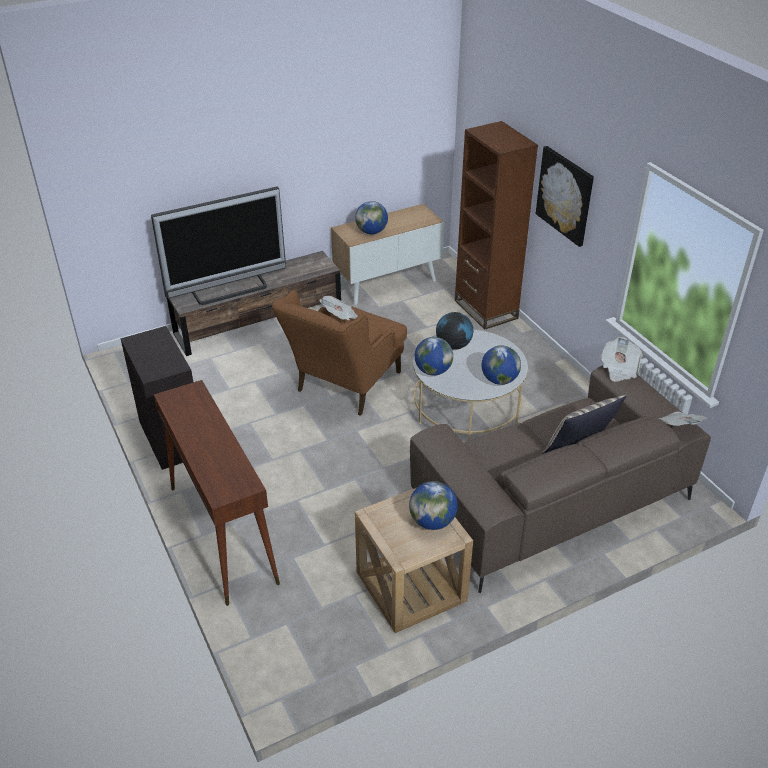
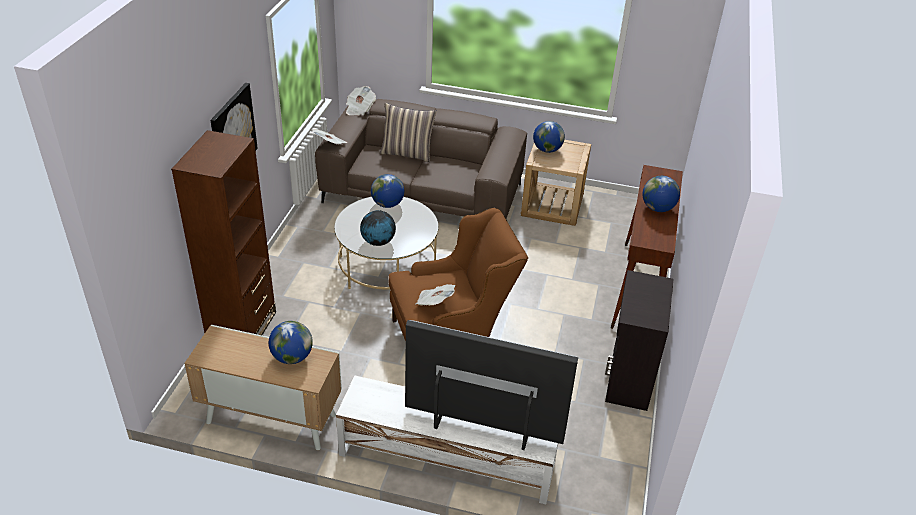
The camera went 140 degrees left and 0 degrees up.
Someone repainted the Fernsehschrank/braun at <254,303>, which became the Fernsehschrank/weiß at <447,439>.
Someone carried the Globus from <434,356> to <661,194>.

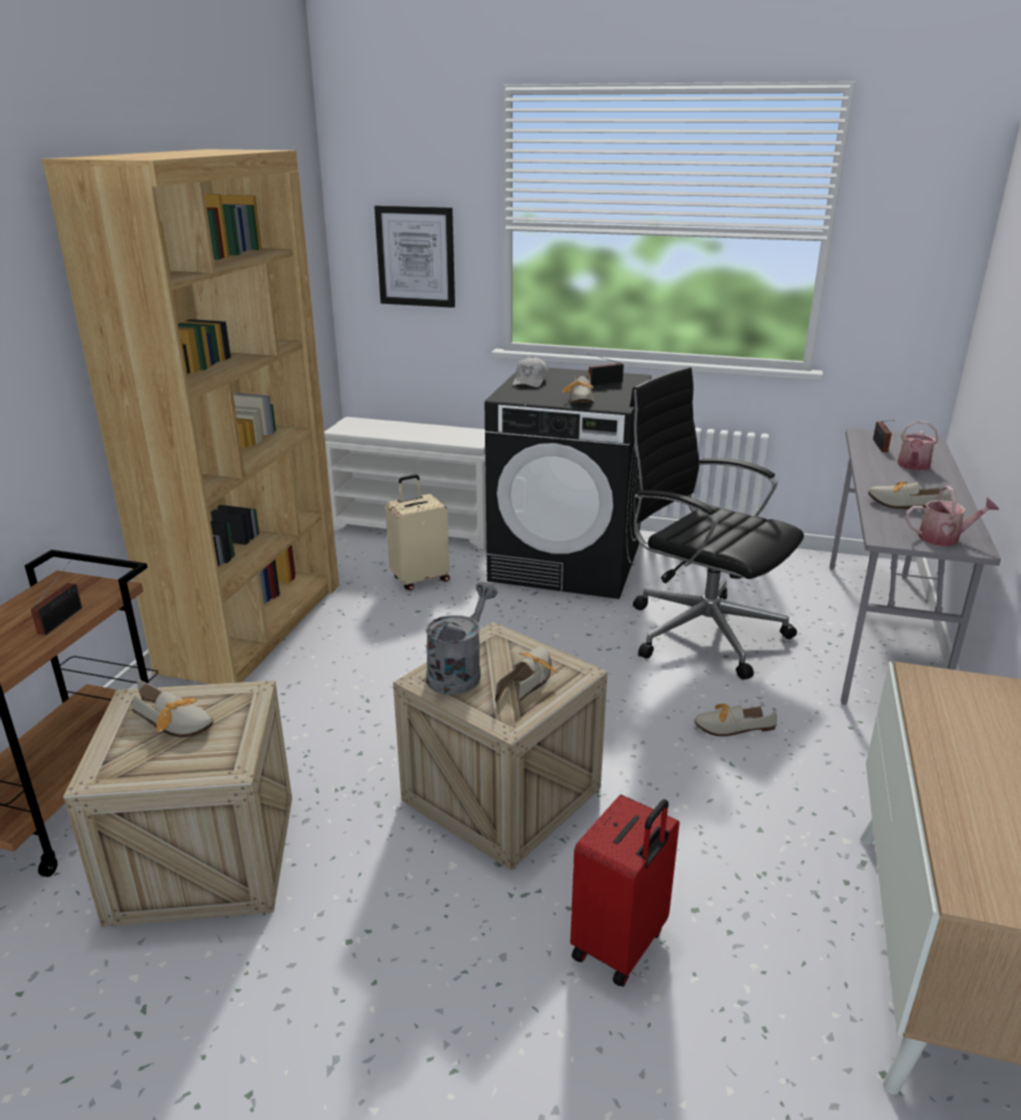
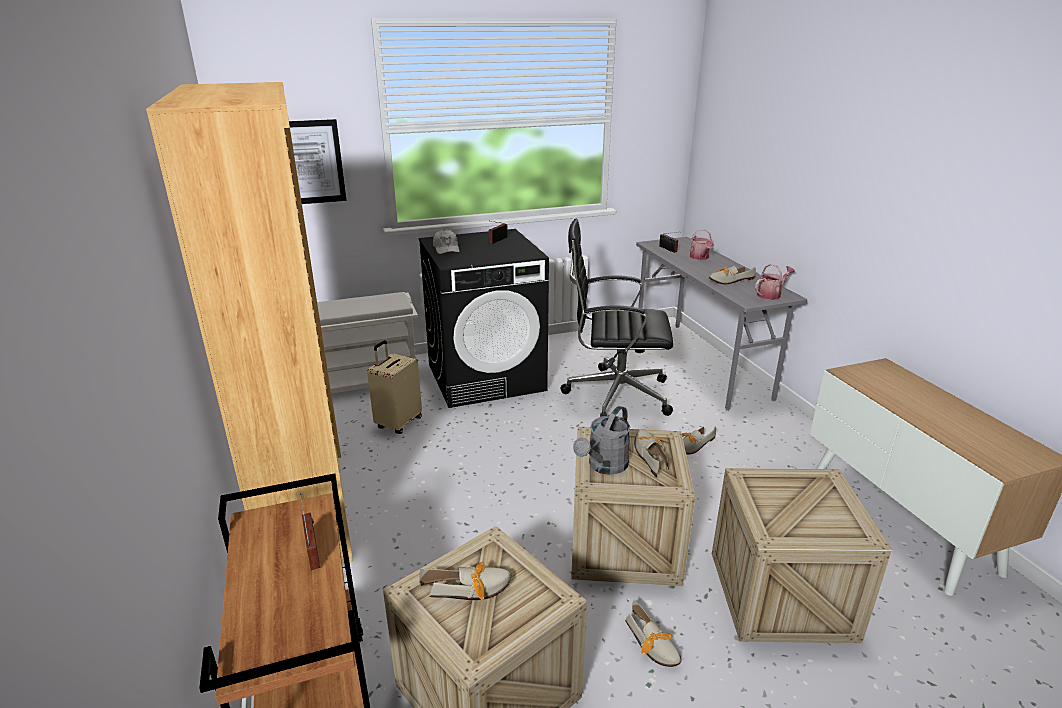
The camera went 35 degrees left and 0 degrees up.
Someone rotated the Gießkanne/grau at <461,638> by 135 degrees counterclockwise.
Someone carried the Schuh from <578,387> to <653,633>.
Someone swapped the Koffer/rot at <625,890> for the Kiste at <802,555>.

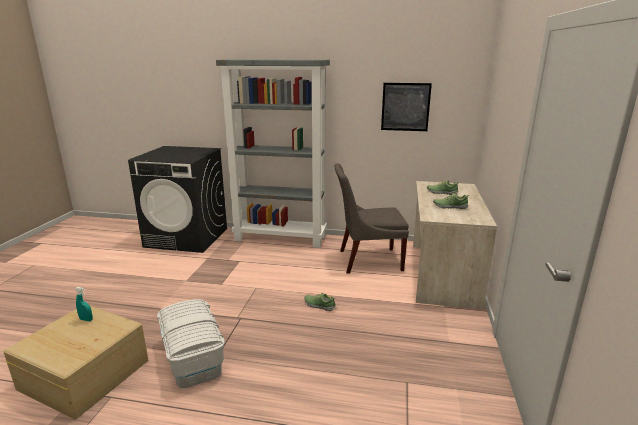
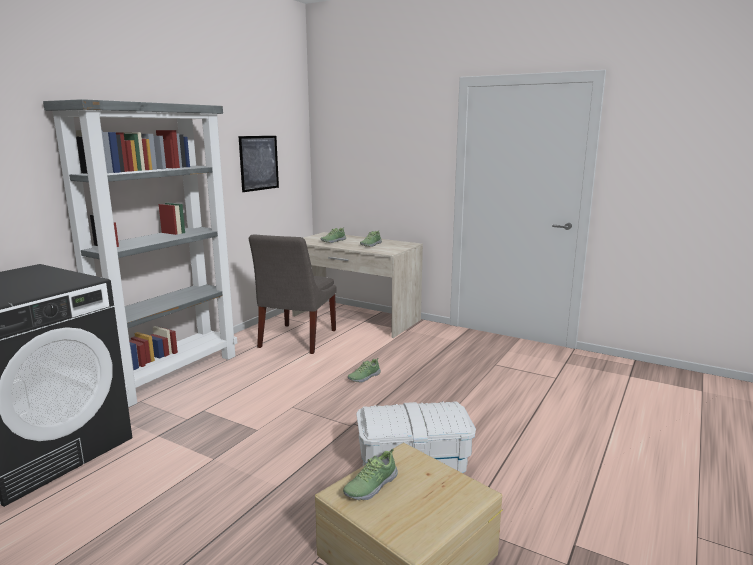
The camera went 70 degrees left and 5 degrees down.
Someone swapped the Sprühflasche/türkis at <84,304> for the Schuh at <370,474>.

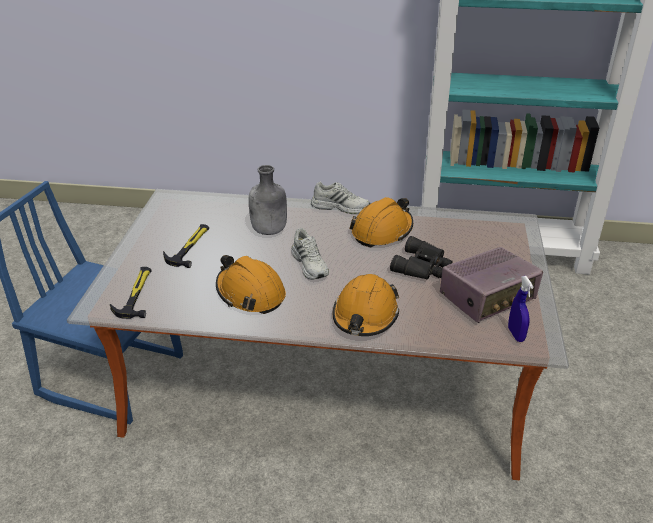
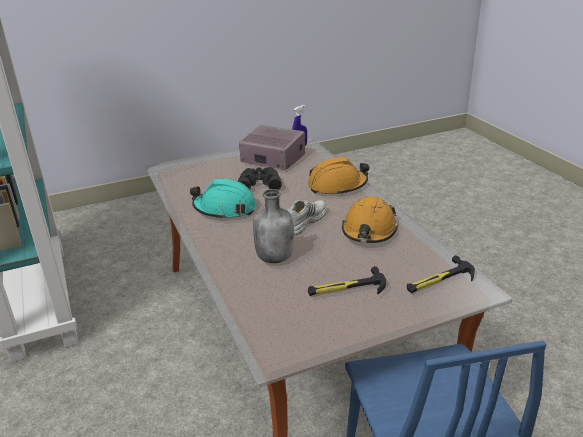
The camera went 120 degrees left and 5 degrees down.
Someone took away the Schuh/weiß at <340,198>.
Someone repainted the Schutzhelm/orange at <381,222>, which became the Schutzhelm/türkis at <223,199>.

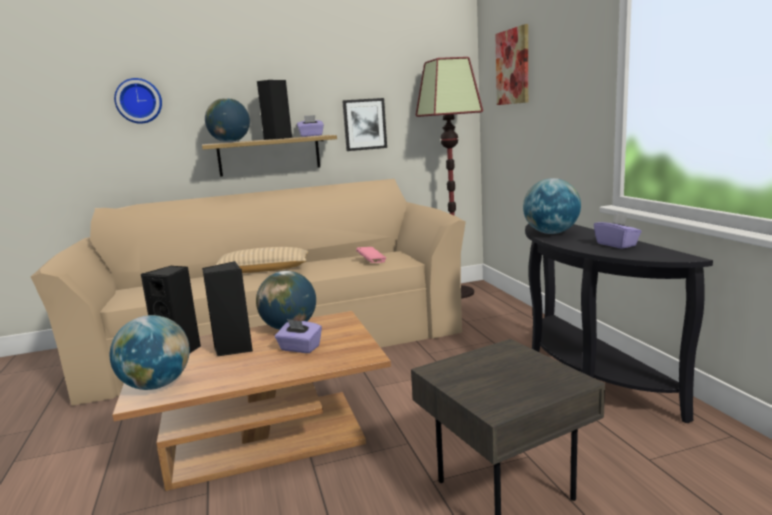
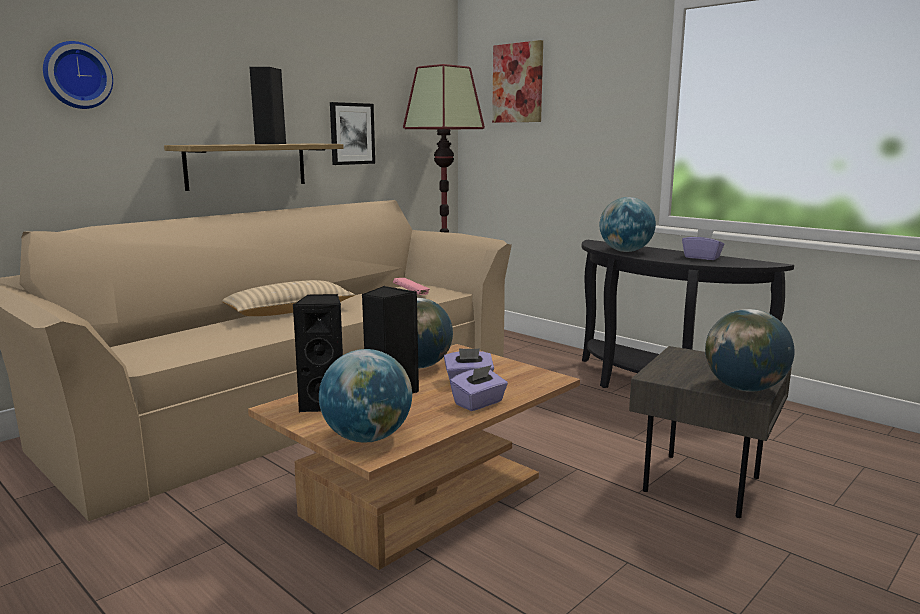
The camera went 30 degrees left and 0 degrees up.
Someone carried the Globus from <227,120> to <750,350>.
Someone carried the Taschentuchbox/lila from <310,126> to <479,388>.

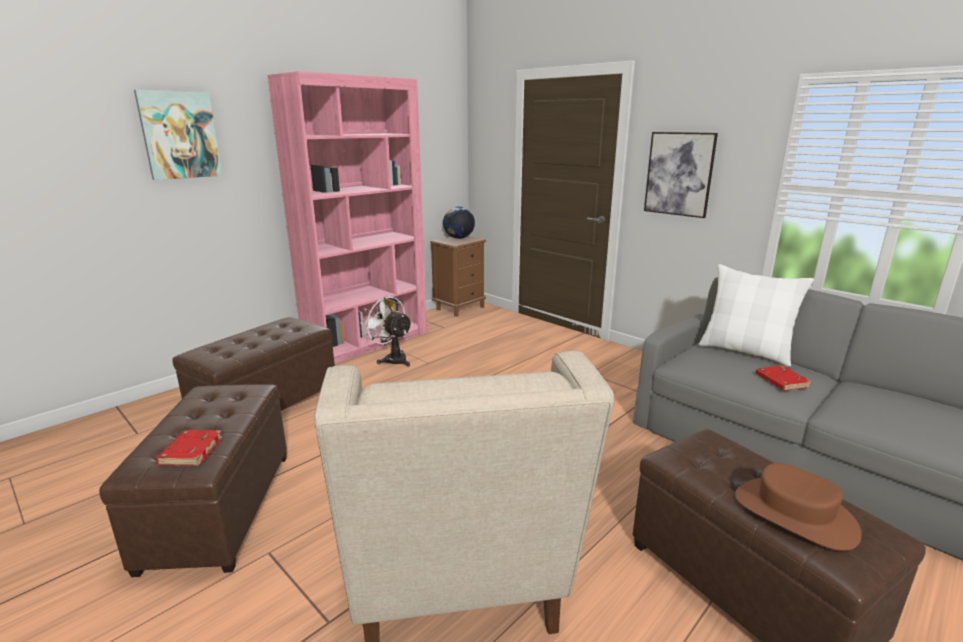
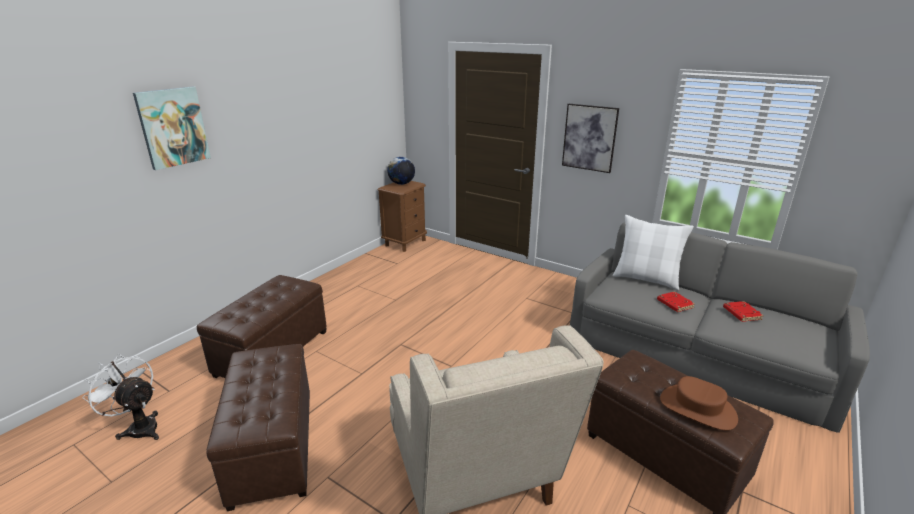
The camera went 10 degrees left and 5 degrees up.
Someone carried the Buch/rot from <189,448> to <743,311>.
Someone took away the Bücherregal/rosa at <347,217>.
Someone carried the Ventilator/weiß from <386,331> to <120,397>.

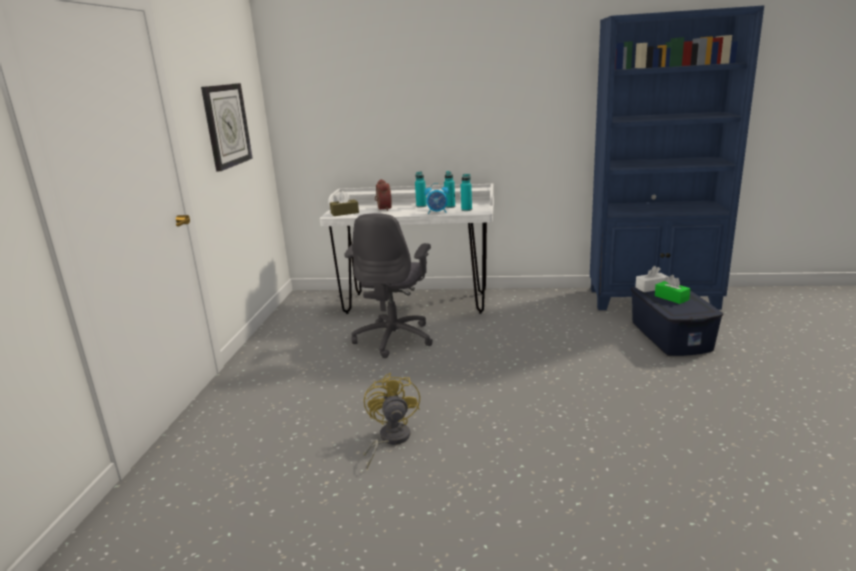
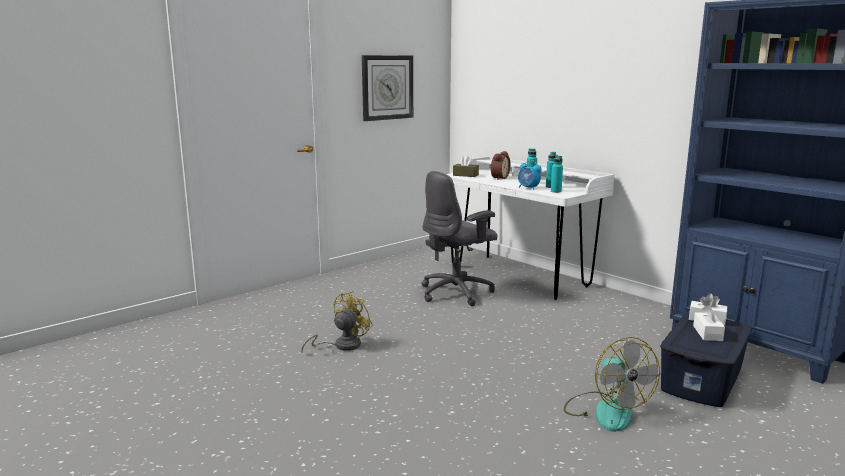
The camera went 40 degrees right and 5 degrees down.
Someone repainted the Taschentuchbox/grün at <672,289>, which became the Taschentuchbox/weiß at <709,323>.
Someone put down the Ventilator at <612,384>.

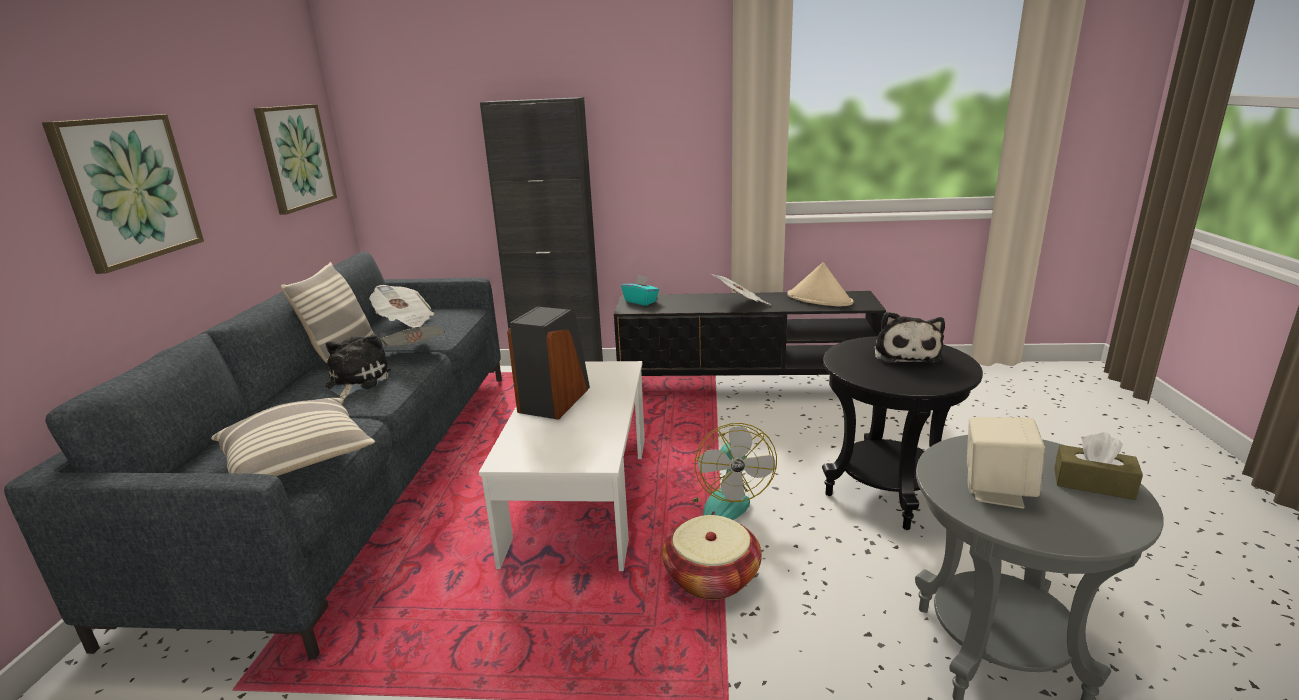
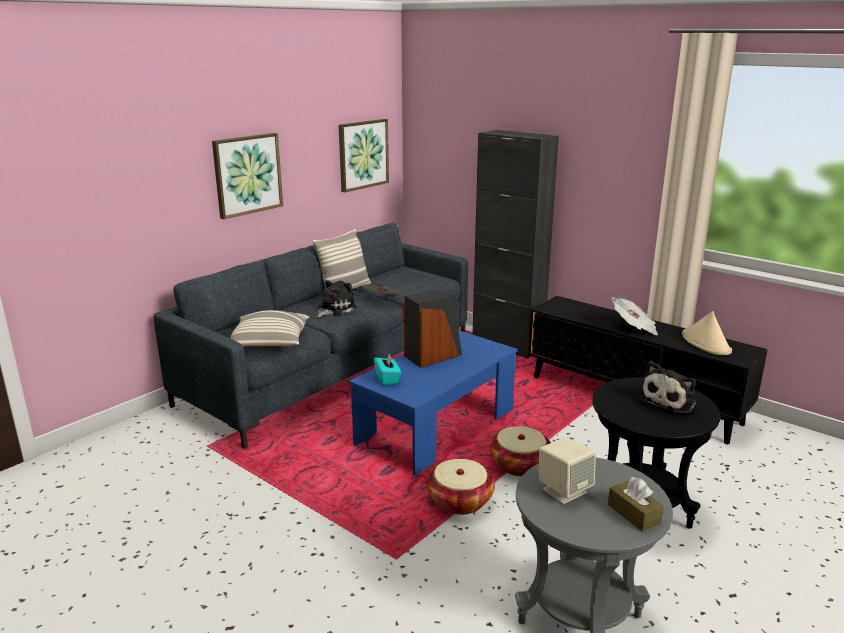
The camera went 35 degrees right and 0 degrees up.
Someone took away the Zeitung at <402,306>.
Someone repainted the Couchtisch/weiß at <562,466>, which became the Couchtisch/blau at <433,402>.
Someone carried the Taschentuchbox/türkis from <640,290> to <387,369>.
Someone swapped the Ventilator at <734,471> for the Korb at <520,451>.

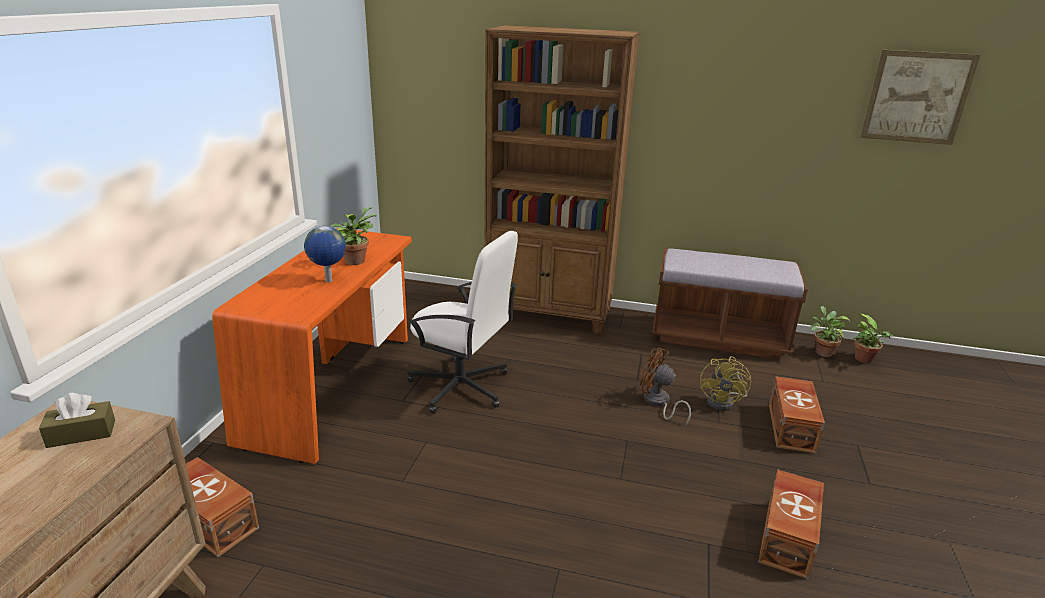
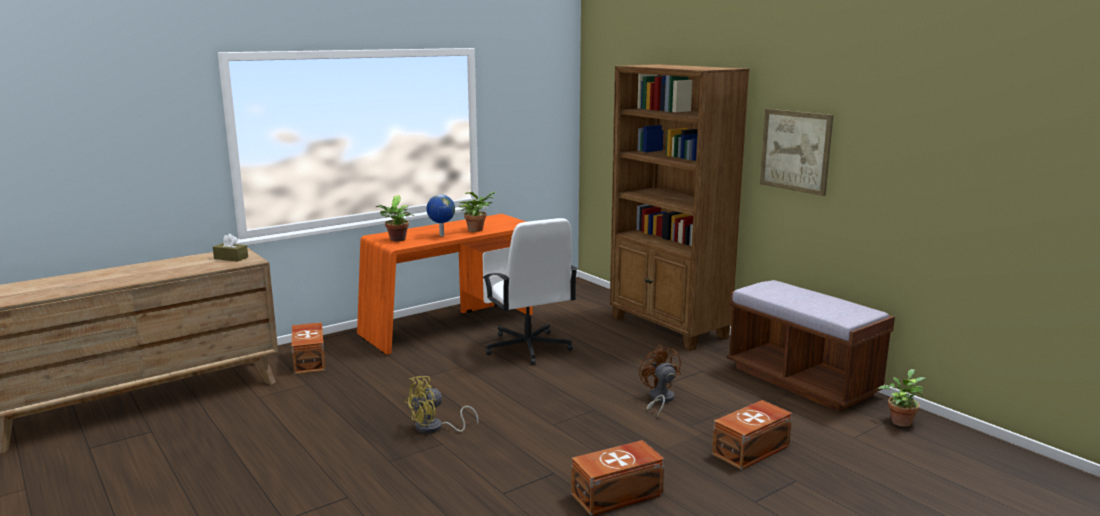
The camera went 40 degrees right and 10 degrees down.
Someone carried the Ventilator/gelb from <725,383> to <441,405>.
Someone carried the Topfpflanze from <874,338> to <395,218>.
Someone carried the Bild from <920,97> to <796,152>.

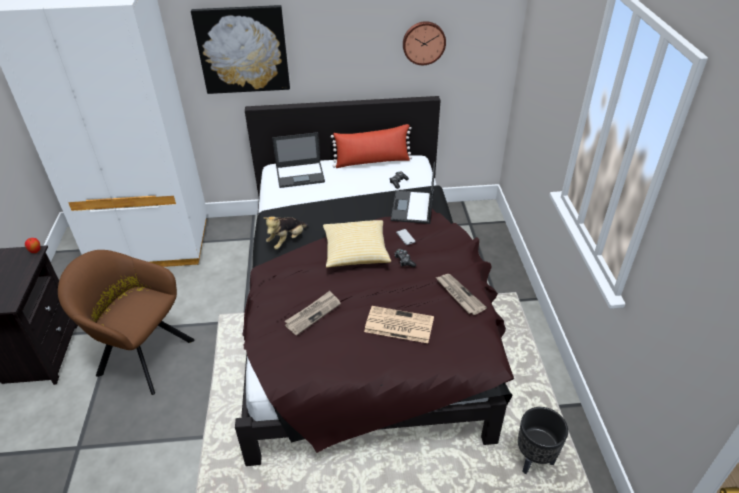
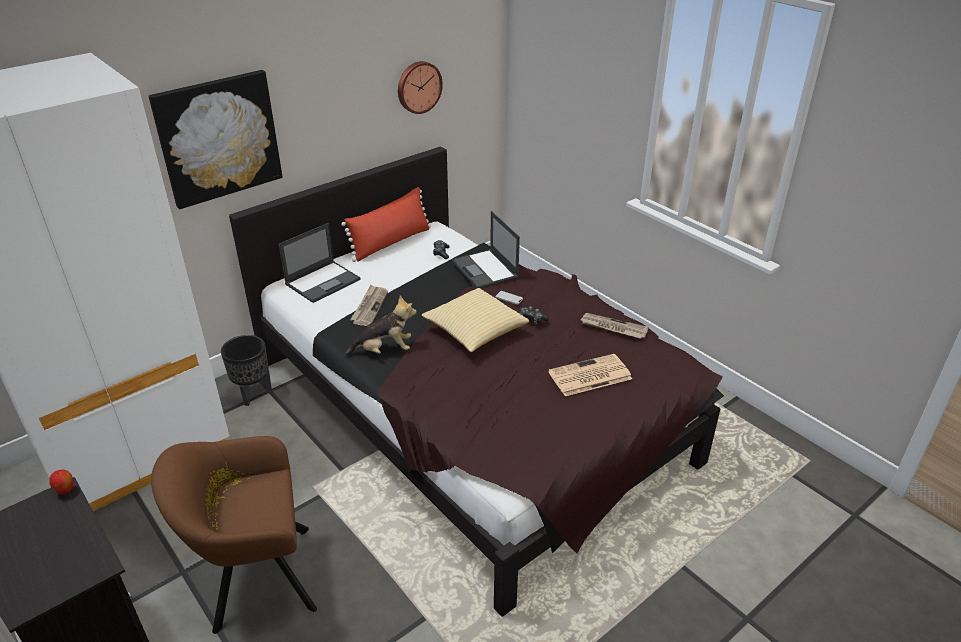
The camera went 35 degrees left and 5 degrees down.
Someone rotated the Plüschtier at <286,233> by 105 degrees counterclockwise.
Someone carried the Zeitung from <313,313> to <369,305>.
Someone carried the Pflanzkübel/schwarz from <543,440> to <246,370>.

